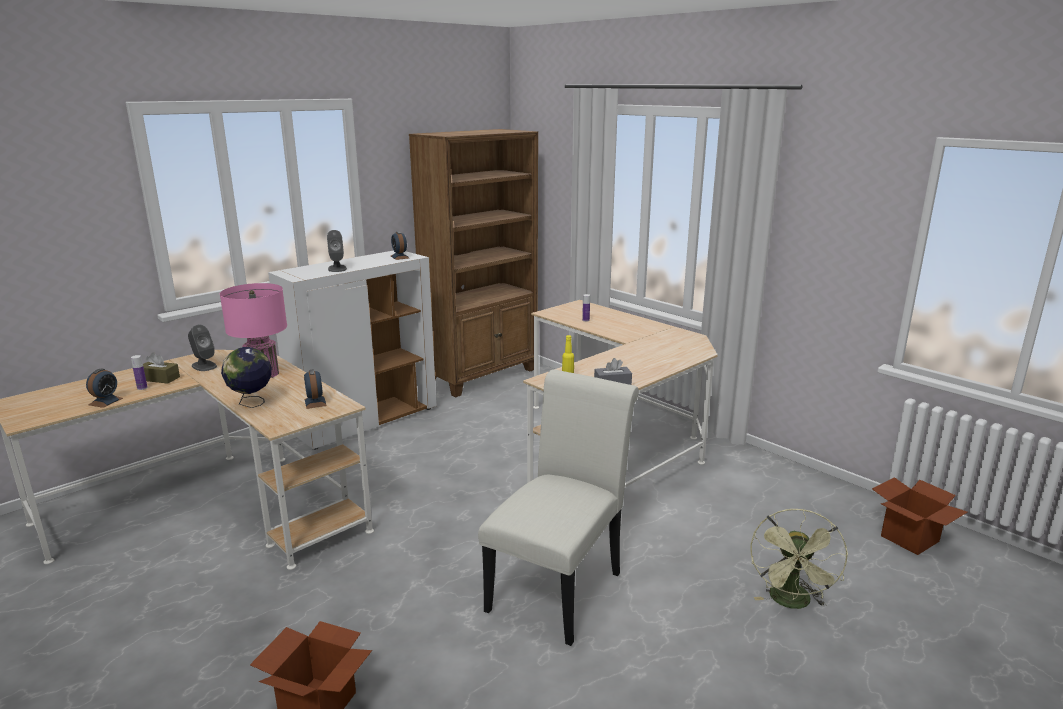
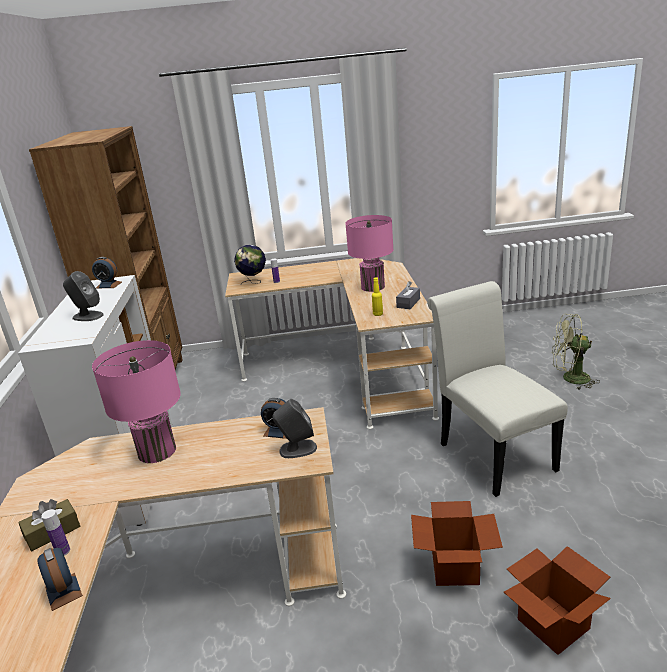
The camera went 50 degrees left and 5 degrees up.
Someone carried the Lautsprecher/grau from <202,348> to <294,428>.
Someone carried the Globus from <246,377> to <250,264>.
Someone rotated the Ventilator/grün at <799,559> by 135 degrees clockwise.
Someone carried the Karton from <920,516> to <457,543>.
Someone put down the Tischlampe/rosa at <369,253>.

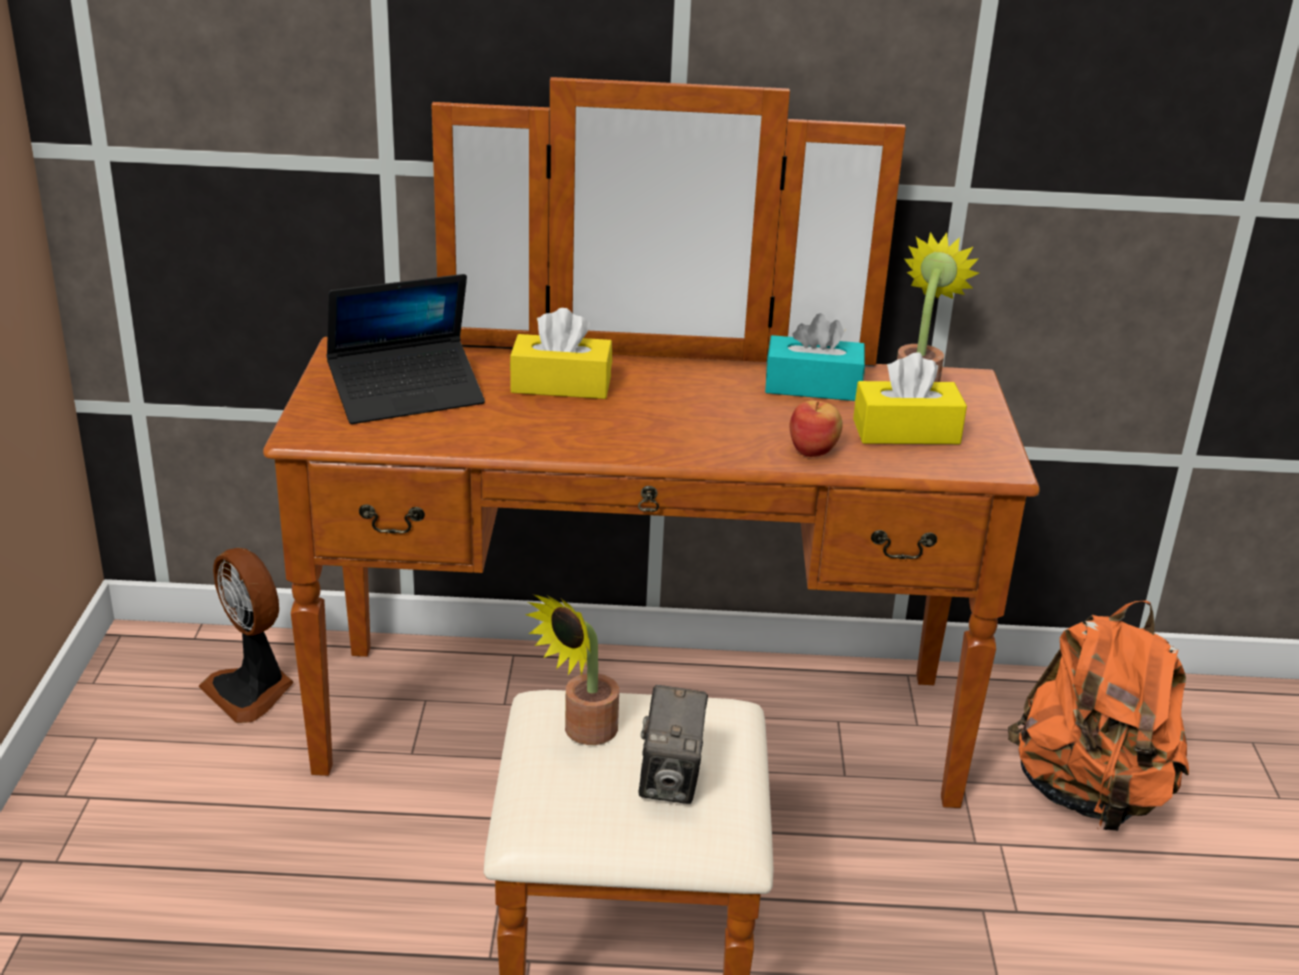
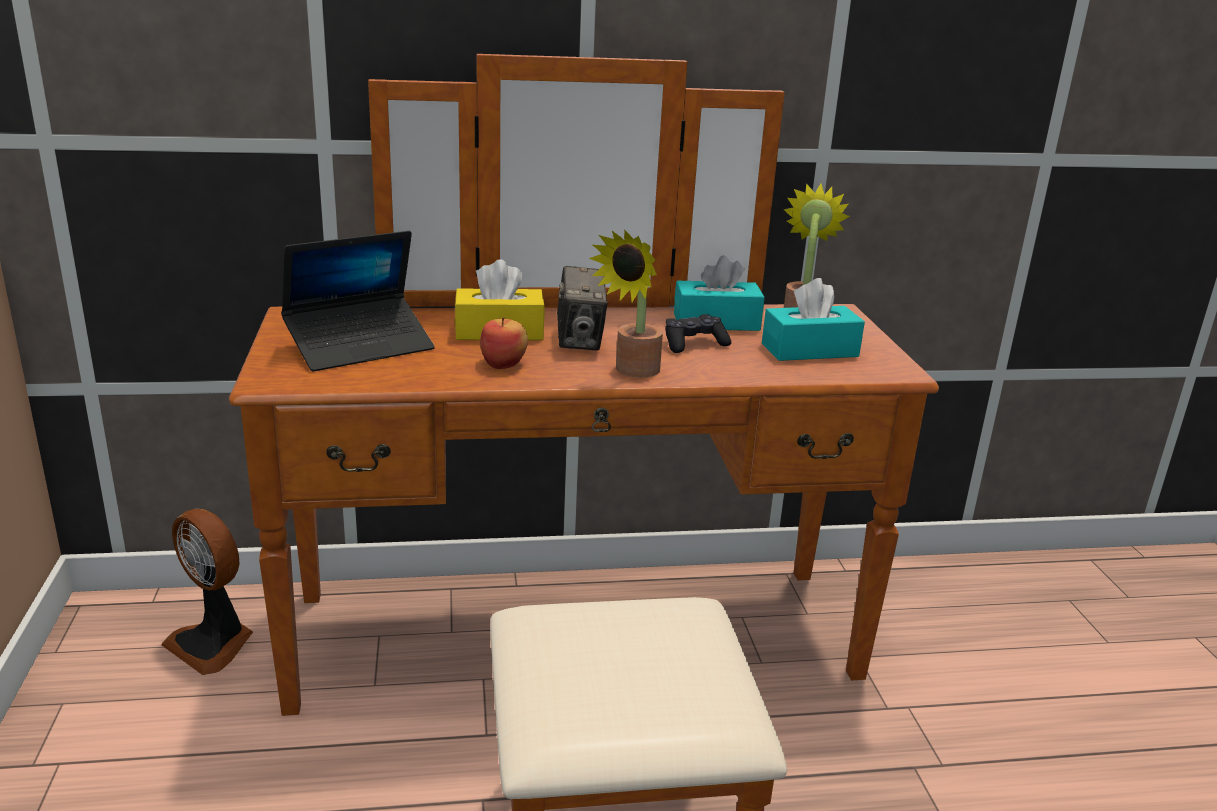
The camera went 10 degrees left and 5 degrees down.
Someone carried the Topfpflanze from <572,669> to <626,303>.
Someone carried the Kamera from <673,744> to <582,308>.
Someone carried the Apfel from <816,428> to <504,343>.
Someone repainted the Taschentuchbox/gelb at <910,398>, which became the Taschentuchbox/türkis at <813,319>.
Someone took away the Rucksack/orange at <1098,716>.
Someone put down the Gamepad/schwarz at <698,333>.

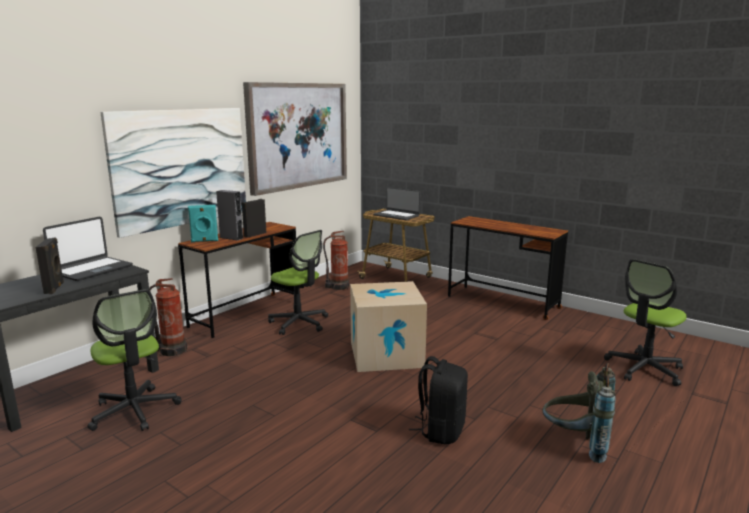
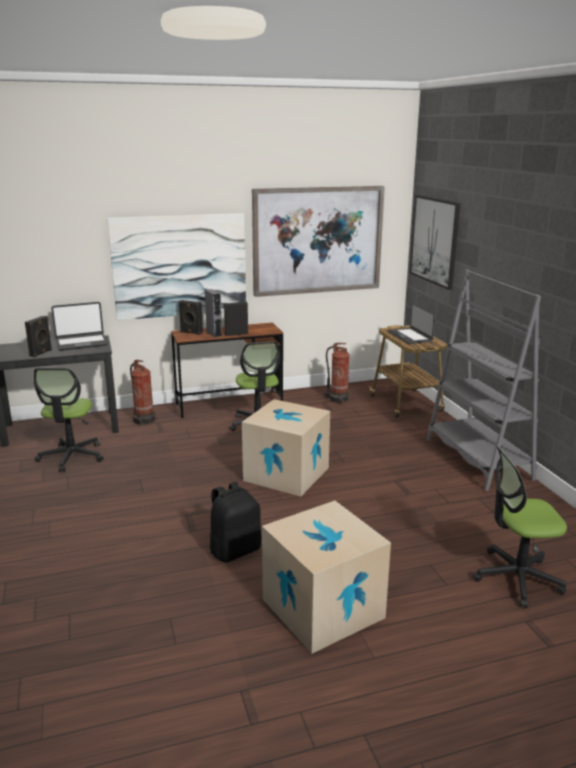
The camera went 35 degrees right and 5 degrees up.
Someone repainted the Lautsprecher/türkis at <203,223>, which became the Lautsprecher/schwarz at <190,317>.
Someone swapped the Schreibtisch/braun at <508,268> for the Bücherregal/grau at <484,380>.
Someone swapped the Rucksack/grau at <579,413> for the Karton at <326,577>.
Someone put up the Bild at <435,242>.

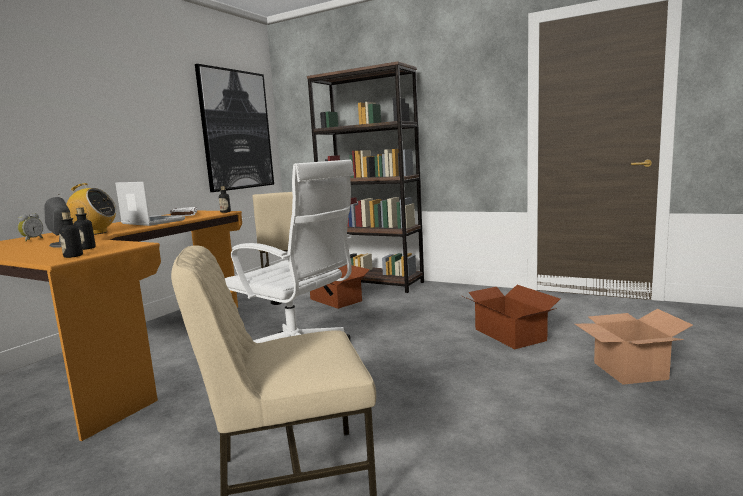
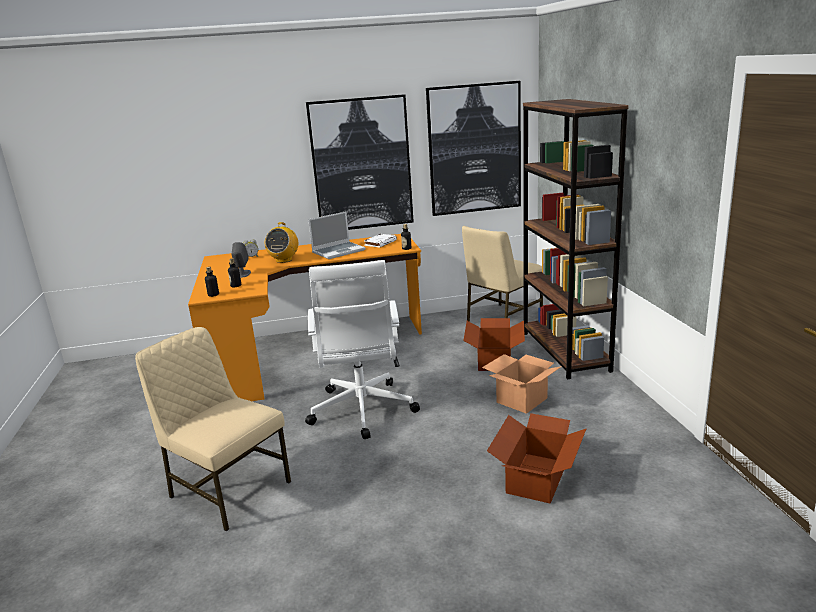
The camera went 50 degrees right and 10 degrees up.
Someone rotated the Radio at <87,209> by 45 degrees clockwise.
Someone rotated the Laptop at <150,204> by 60 degrees clockwise.
Someone carried the Karton from <634,347> to <522,384>.
Someone put up the Bild at <360,162>.

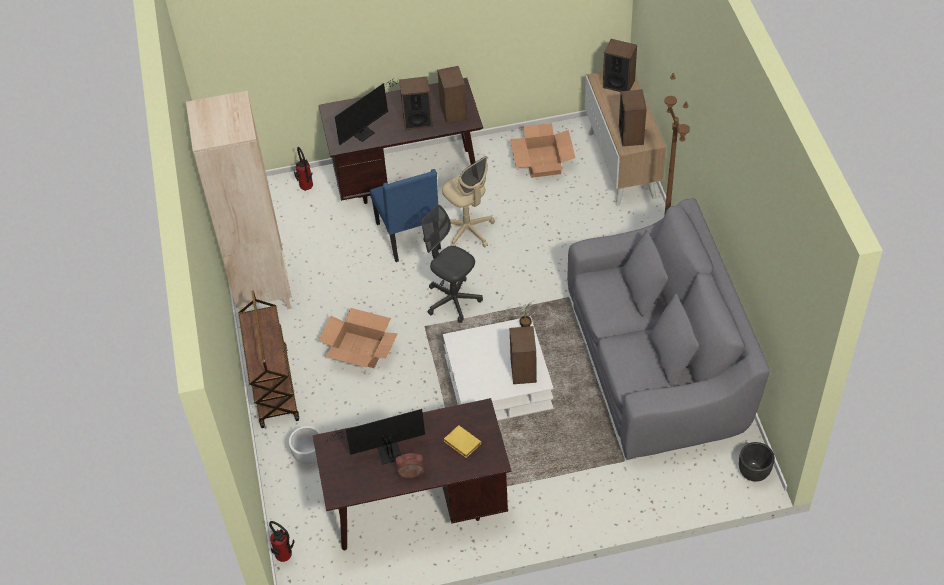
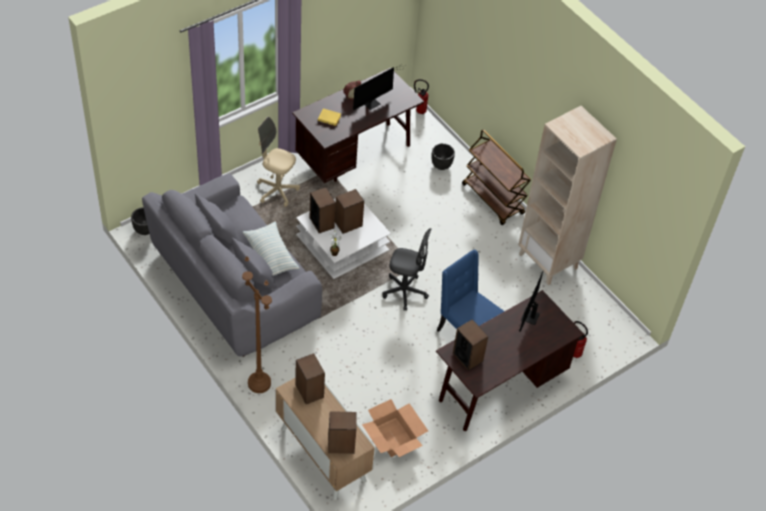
The camera went 150 degrees right and 0 degrees up.
Someone repainted the Pflanzkübel/weiß at <305,445>, which became the Pflanzkübel/schwarz at <443,156>.
Someone took away the Karton at <358,338>.
Someone carried the Lautsprecher from <416,103> to <349,211>.
Someone carried the Bürostuhl/beige from <468,202> to <278,162>.
Someone put down the Kissen at <271,248>.

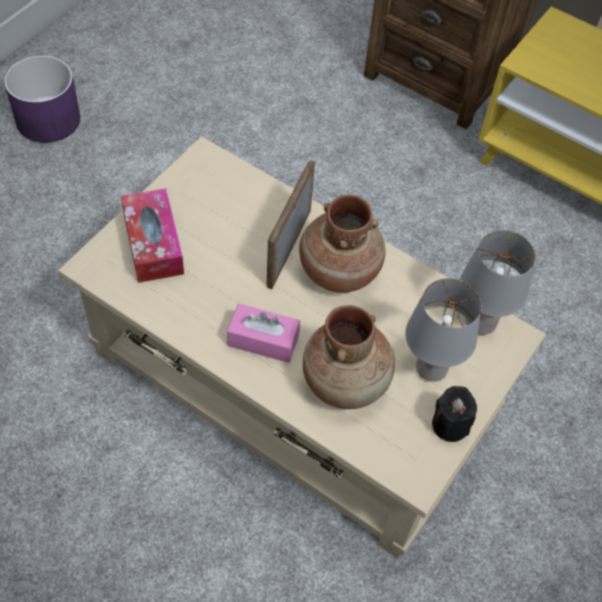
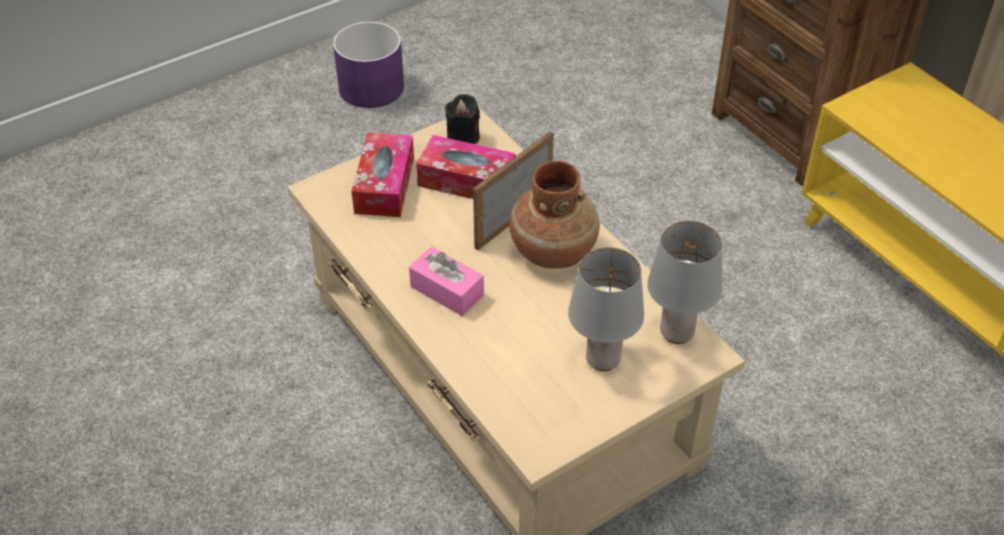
The camera went 25 degrees right and 10 degrees down.
Someone took away the Vase/braun at <349,357>.
Someone carried the Kerze/schwarz from <454,414> to <462,119>.
Someone put down the Taschentuchbox at <465,167>.

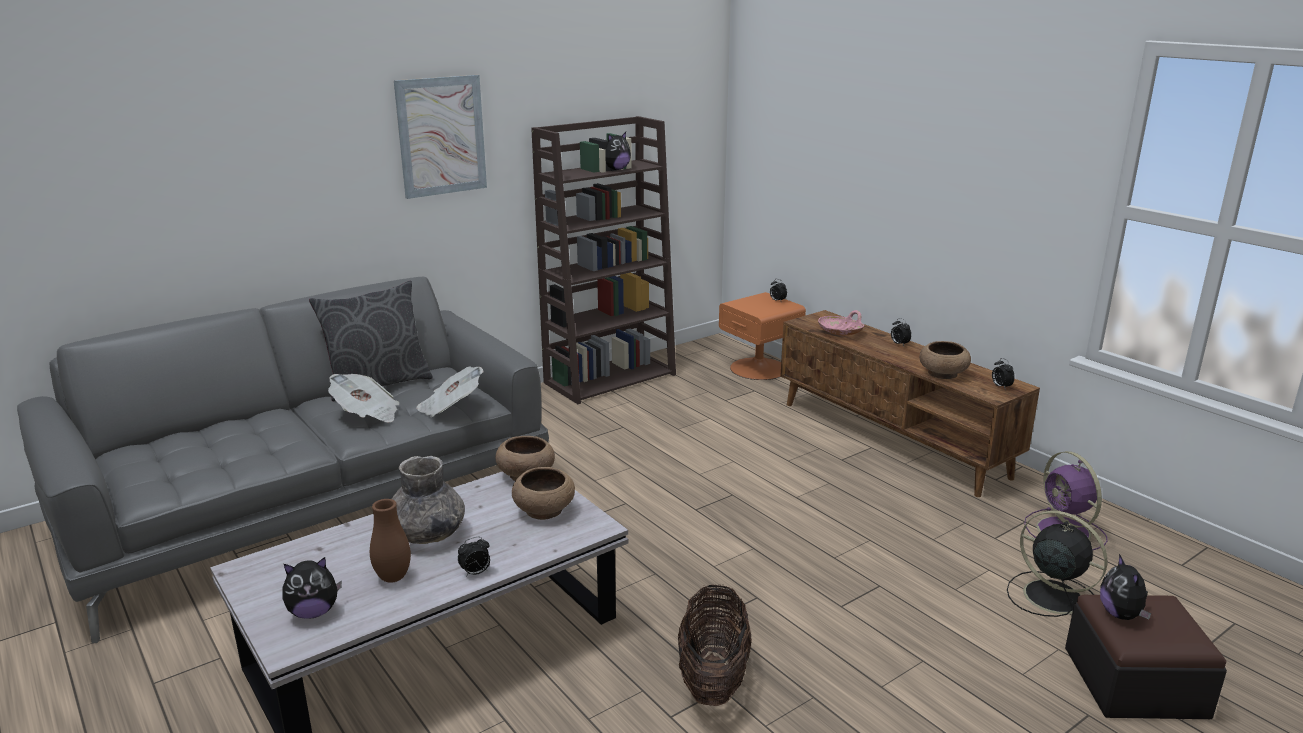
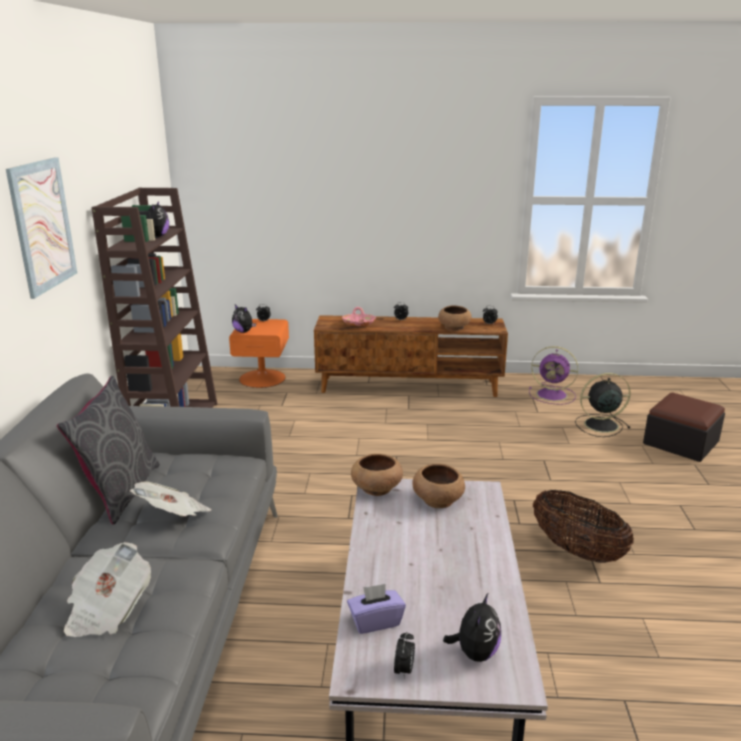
The camera went 50 degrees left and 0 degrees up.
Someone took away the Vase/braun at <390,541>.
Someone took away the Vase/grau at <428,500>.
Someone carried the Zeitung from <450,392> to <107,589>.
Someone carried the Wecker from <474,557> to <404,655>.
Someone carried the Plüschtier from <1125,587> to <244,319>.
Someone put down the Taschentuchbox/lila at <376,609>.

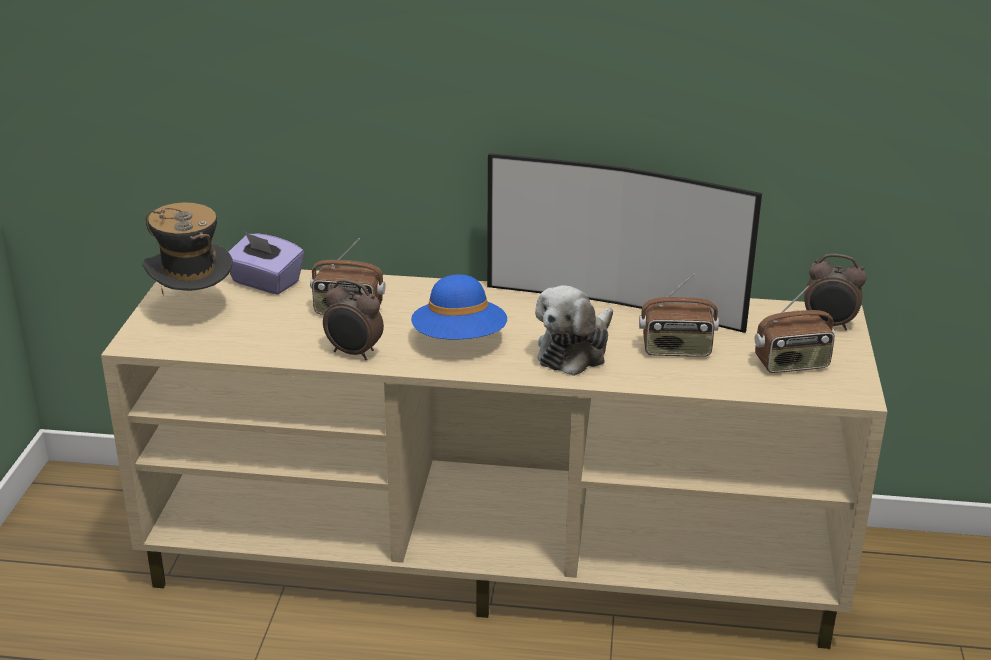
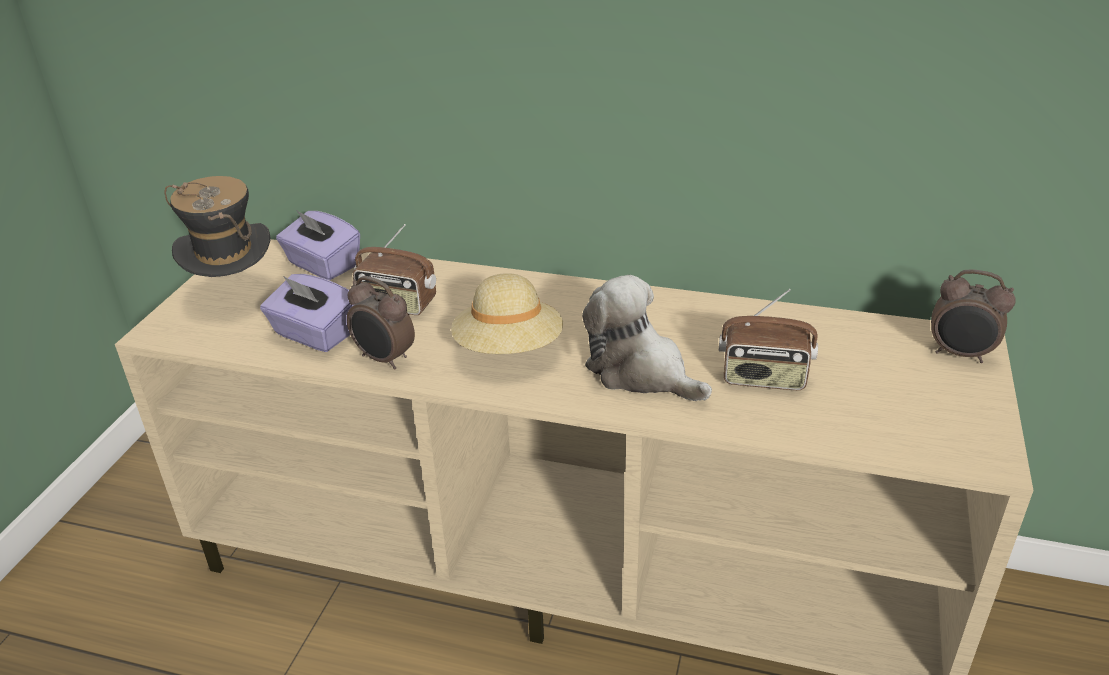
The camera went 10 degrees right and 5 degrees up.
Someone repainted the Hut/blau at <459,307>, which became the Hut/beige at <507,313>.
Someone took away the Fernseher at <624,243>.
Someone rotated the Plüschtier at <574,330> by 90 degrees clockwise.
Someone took away the Radio at <795,329>.
Someone put down the Taschentuchbox/lila at <306,313>.

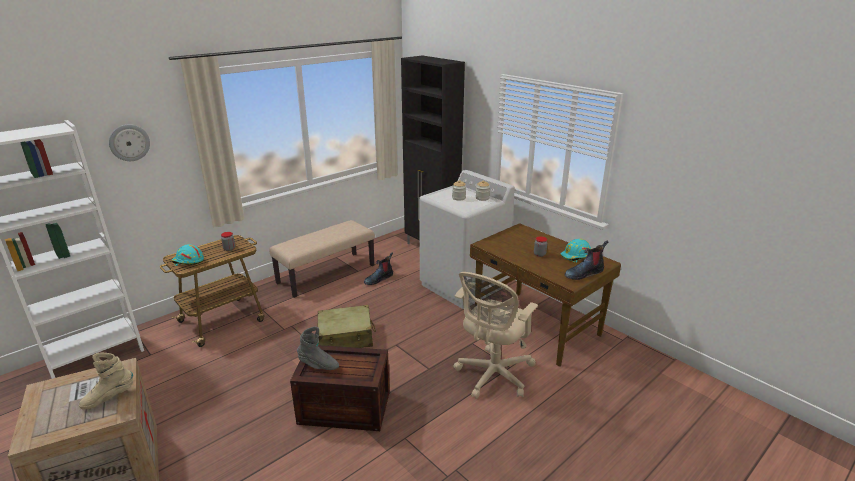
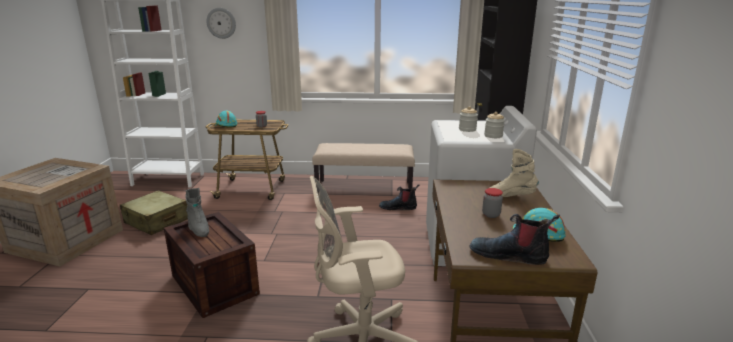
The camera went 45 degrees right and 5 degrees down.
Someone carried the Stiefel/beige from <106,380> to <514,173>.
Someone carried the Koffer/beige from <346,326> to <154,212>.

